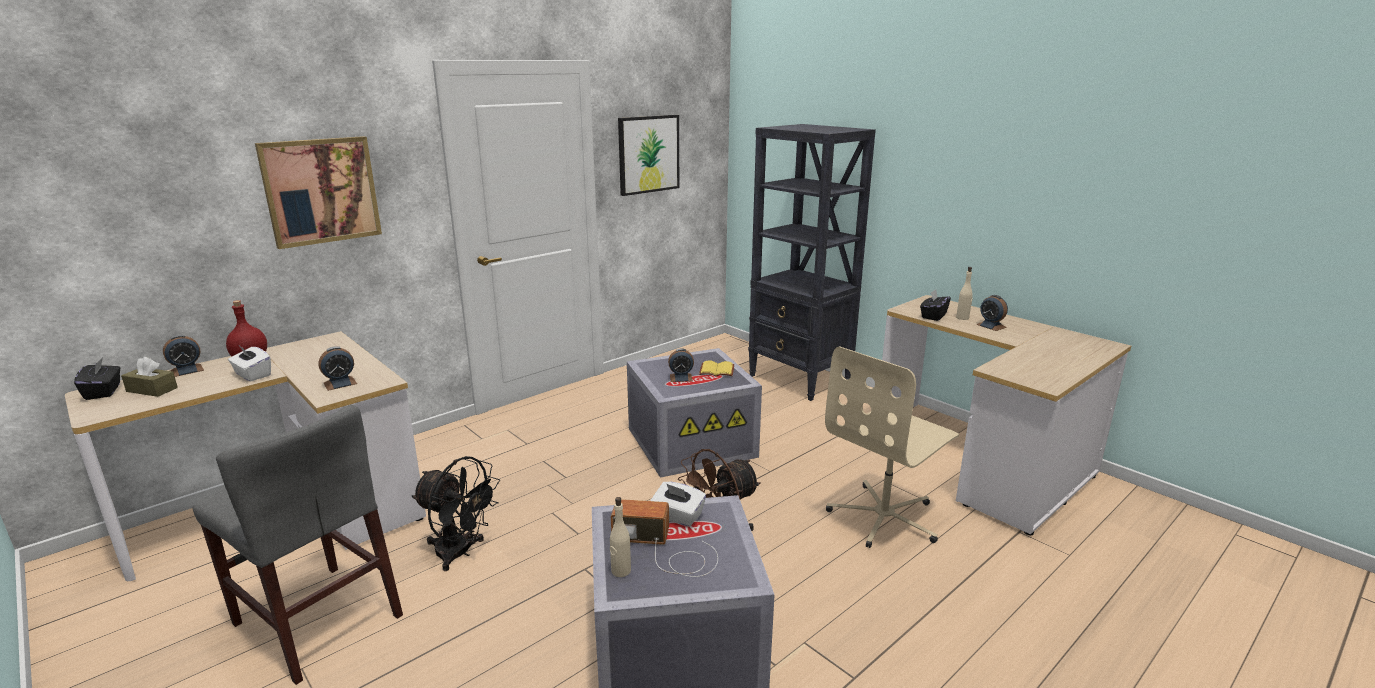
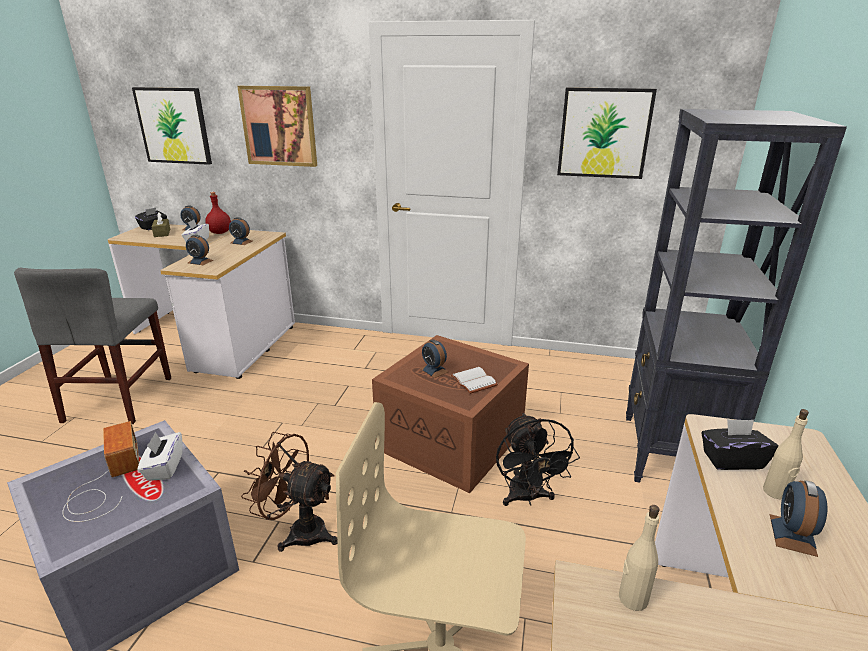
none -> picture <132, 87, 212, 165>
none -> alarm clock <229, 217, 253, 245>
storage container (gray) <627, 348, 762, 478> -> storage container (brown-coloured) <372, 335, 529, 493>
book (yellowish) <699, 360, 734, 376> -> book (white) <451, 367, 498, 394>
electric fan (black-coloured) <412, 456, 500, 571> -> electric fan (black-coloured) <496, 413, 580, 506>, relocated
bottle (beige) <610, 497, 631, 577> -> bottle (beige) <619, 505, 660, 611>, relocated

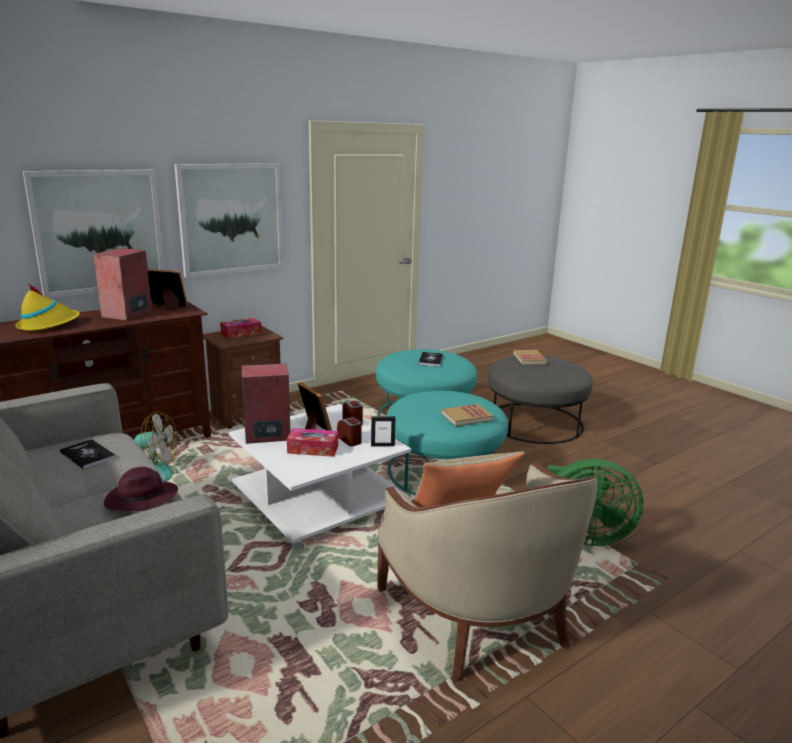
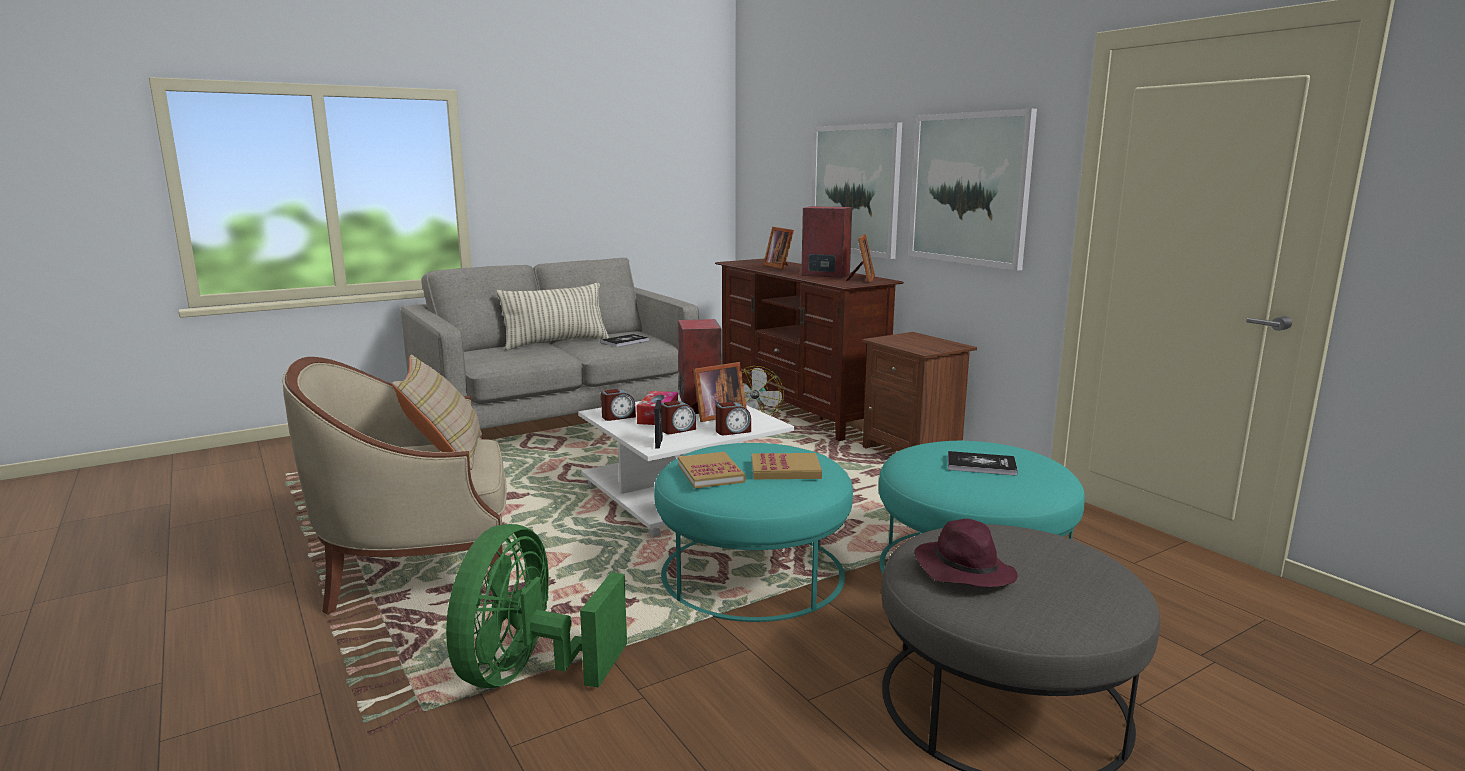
none -> pillow <497, 283, 609, 350>
none -> alarm clock <601, 389, 636, 421>
book <513, 350, 548, 365> -> book <752, 453, 822, 479>, relocated
wearable hat (yellowish) <15, 284, 80, 331> -> photo frame <763, 227, 794, 269>
wearable hat (purplish) <104, 467, 178, 511> -> wearable hat (purplish) <914, 519, 1018, 587>, relocated
box of tissues <220, 318, 262, 339> -> none

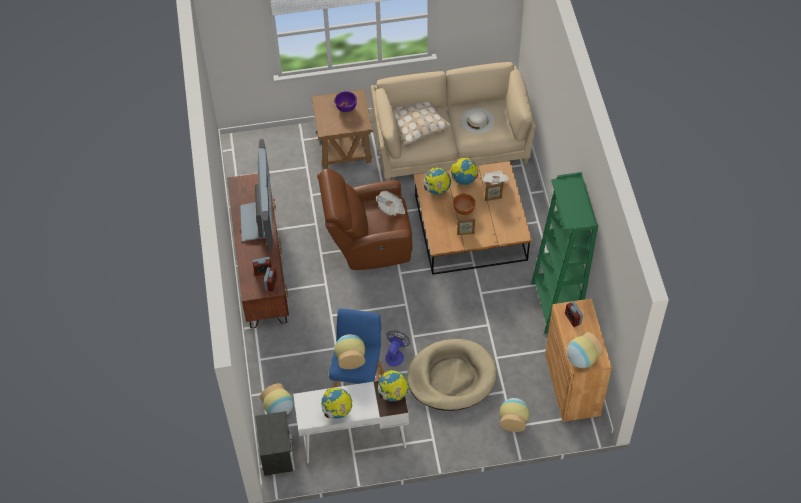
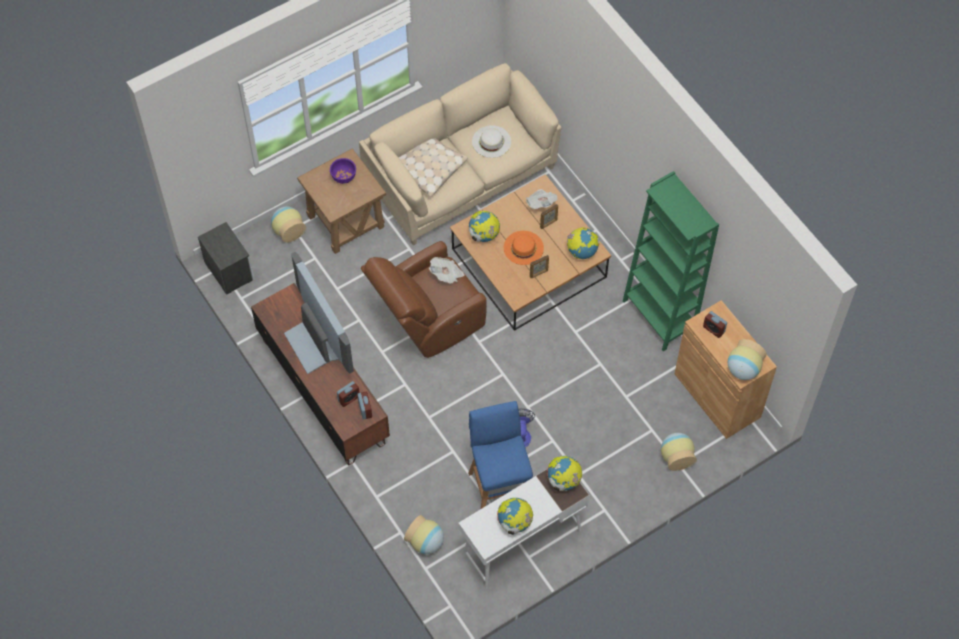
nightstand <255, 411, 295, 476> -> nightstand <198, 222, 254, 295>, relocated
decorative vase <335, 334, 365, 369> -> decorative vase <271, 206, 306, 243>, relocated
serving bowl (brown-coloured) <453, 193, 476, 215> -> wearable hat (orange-coloured) <504, 231, 544, 265>
desk globe <451, 158, 478, 185> -> desk globe <567, 227, 599, 259>, relocated
dog cushion (beige) <407, 339, 497, 411> -> none

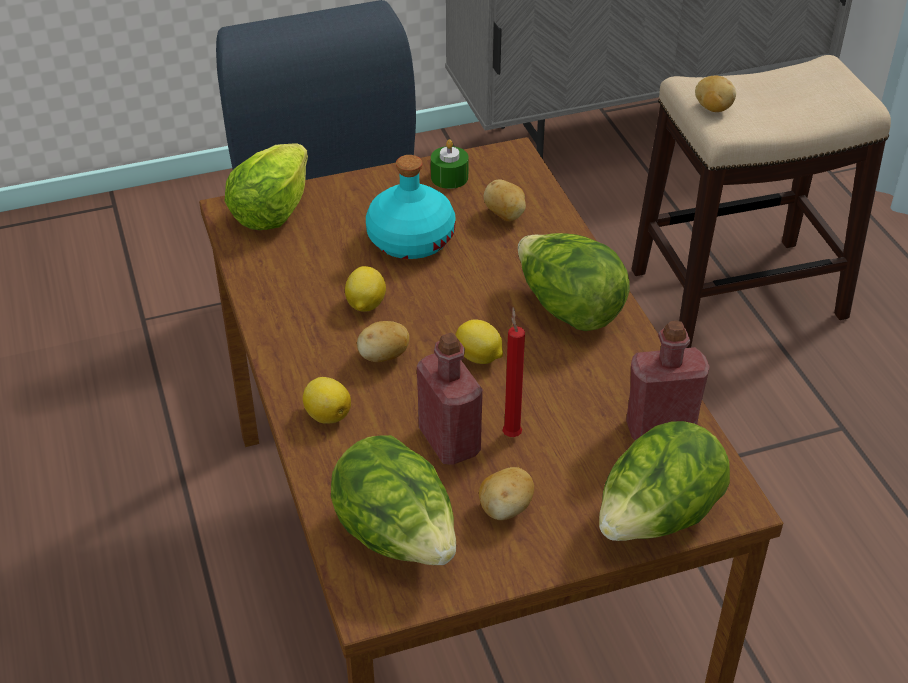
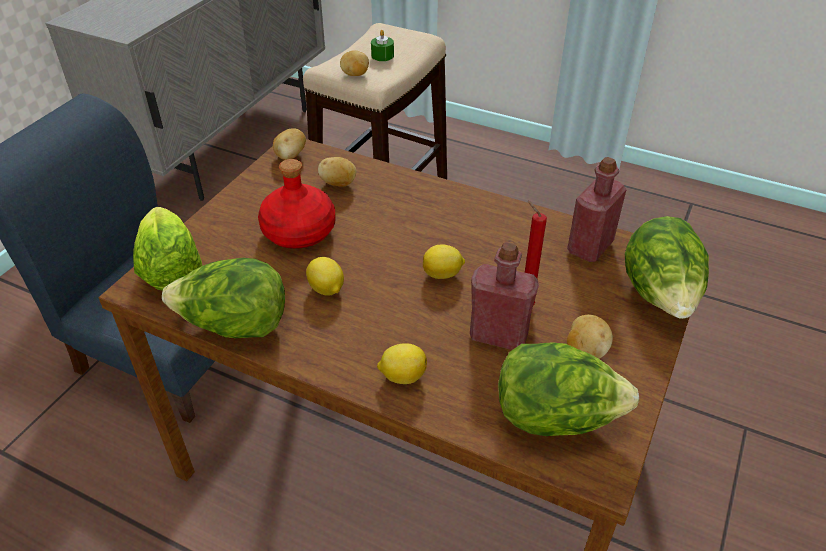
head of lettuce <518, 233, 630, 331> -> head of lettuce <162, 258, 285, 338>, relocated
bottle (turquoise) <366, 155, 456, 259> -> bottle (red-coloured) <258, 159, 336, 249>
whole potato <357, 321, 409, 362> -> whole potato <273, 128, 306, 160>, relocated
candle (greenish) <431, 139, 469, 189> -> candle (greenish) <371, 30, 394, 61>, relocated

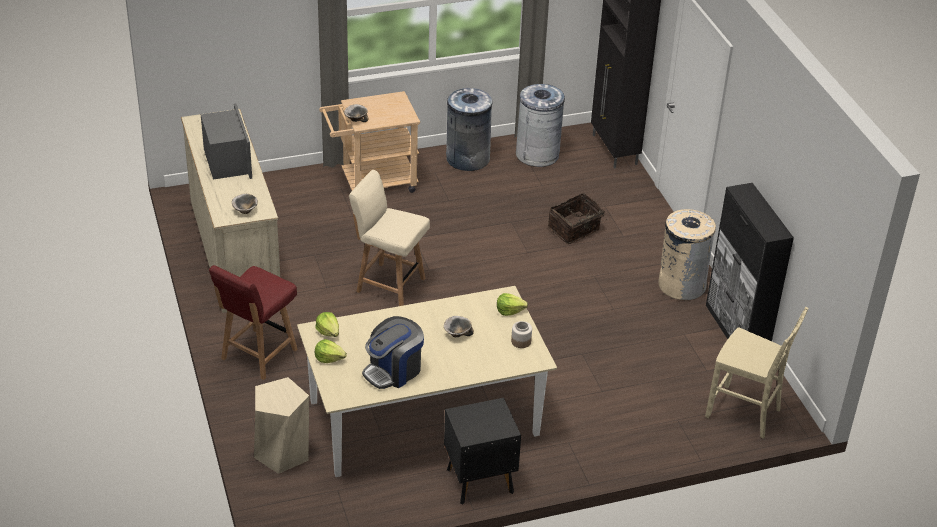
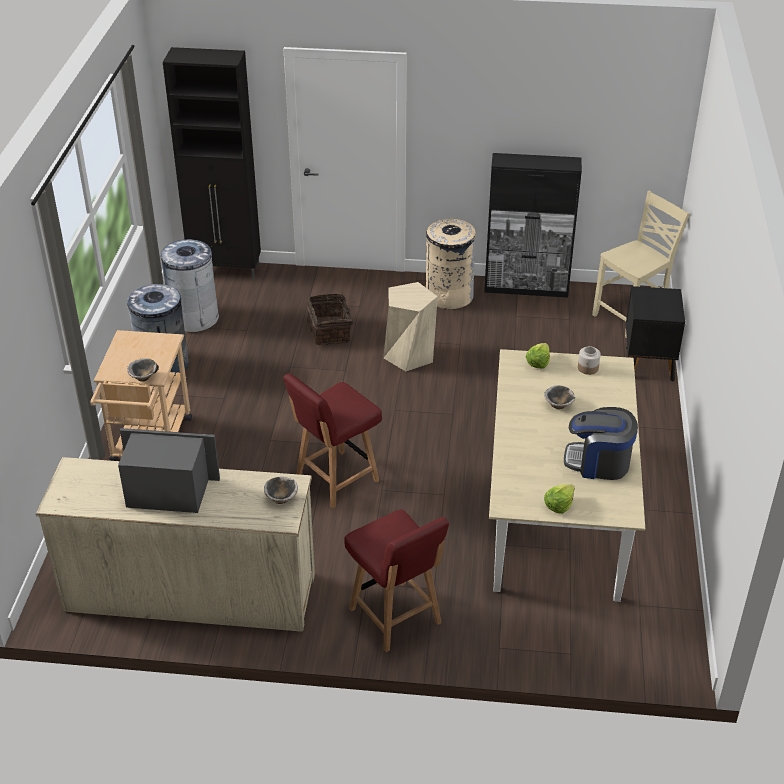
upright chair (beige) <349, 170, 430, 306> -> upright chair (red-coloured) <283, 373, 382, 508>
stool seat (beige) <254, 377, 309, 474> -> stool seat (beige) <383, 282, 438, 371>, relocated
coffee machine <362, 316, 424, 389> -> coffee machine <564, 407, 638, 480>, 120 degrees clockwise
nightstand (black-coloured) <444, 398, 521, 505> -> nightstand (black-coloured) <626, 286, 685, 382>, relocated
head of lettuce <315, 312, 339, 337> -> none

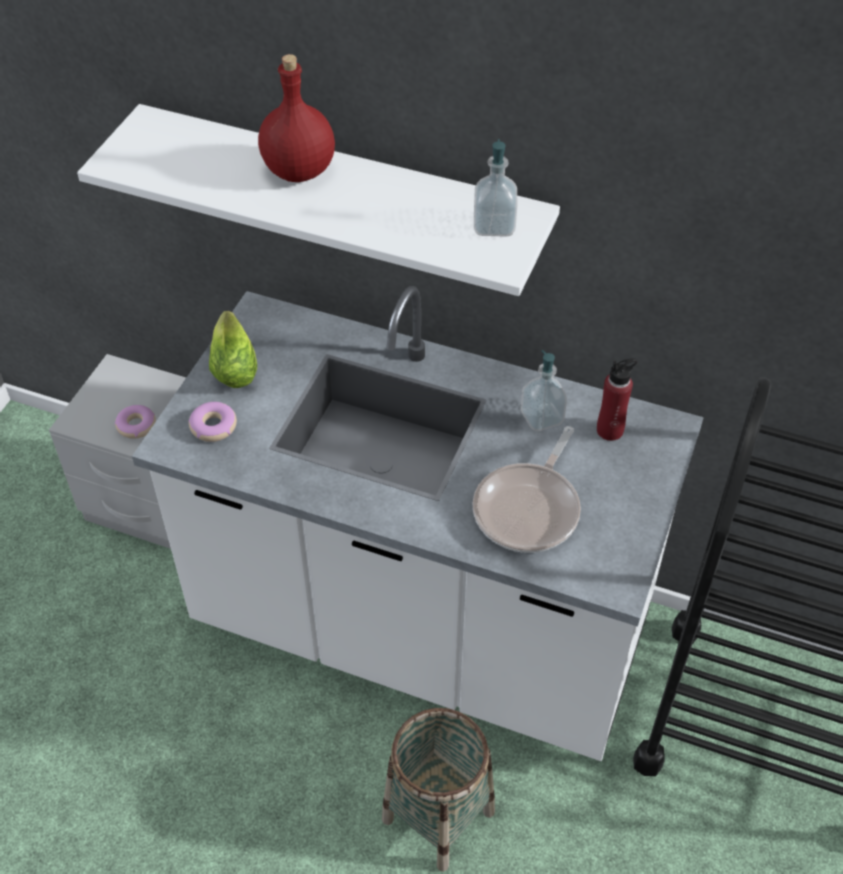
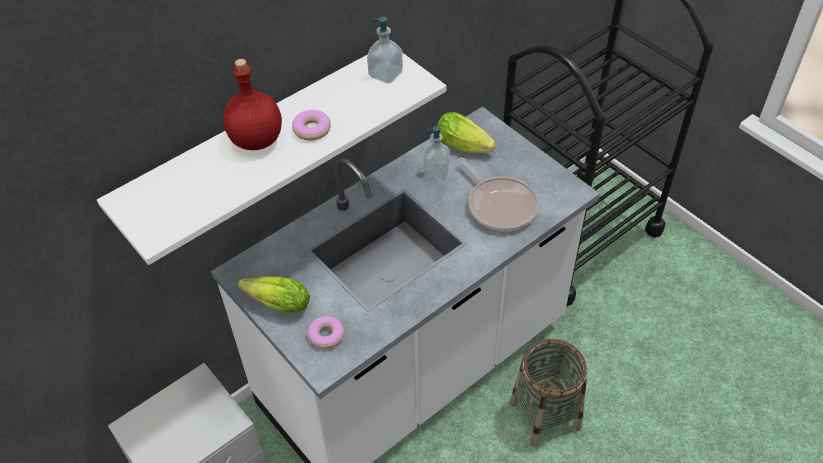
doughnut <115, 405, 156, 439> -> doughnut <292, 110, 331, 141>, relocated
bottle (red-coloured) <597, 358, 637, 441> -> head of lettuce <437, 112, 496, 153>

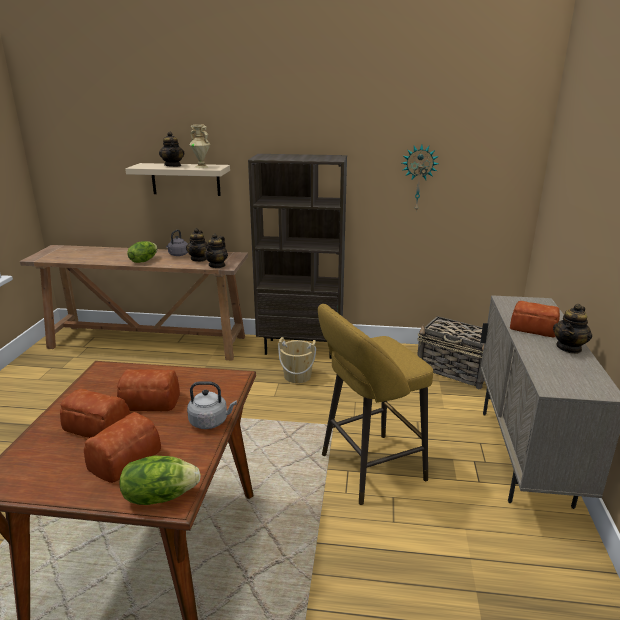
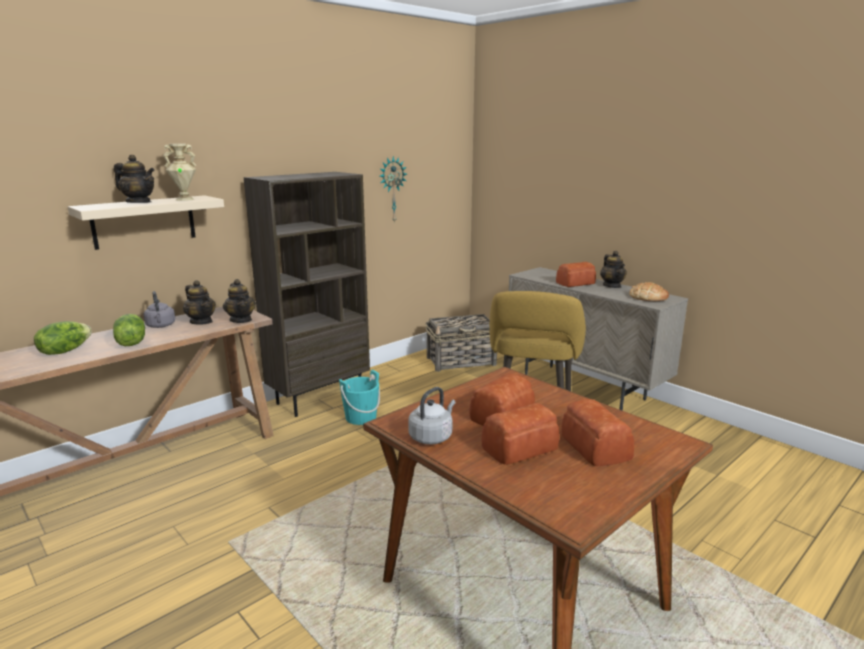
head of lettuce <120, 455, 201, 505> -> head of lettuce <34, 321, 92, 355>, relocated
pail (beige) <278, 337, 316, 383> -> pail (turquoise) <339, 370, 380, 425>
water kettle (gray) <187, 381, 237, 429> -> water kettle (gray) <408, 387, 456, 445>, relocated
none -> bakery bread <629, 282, 669, 301>

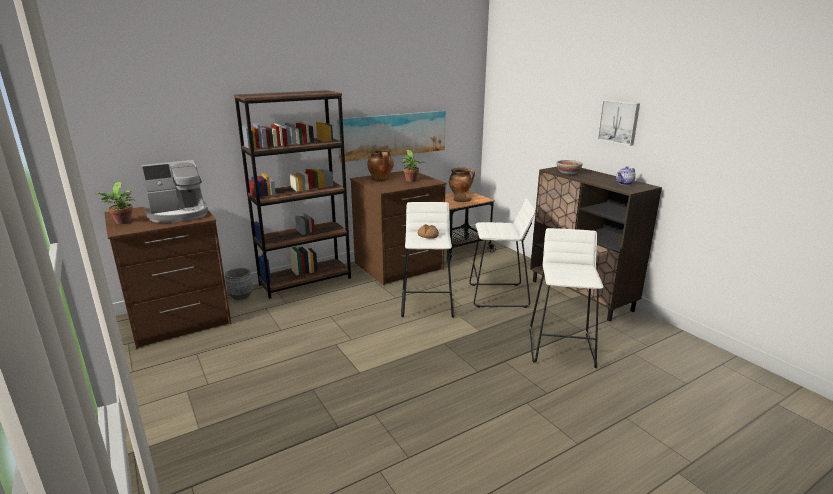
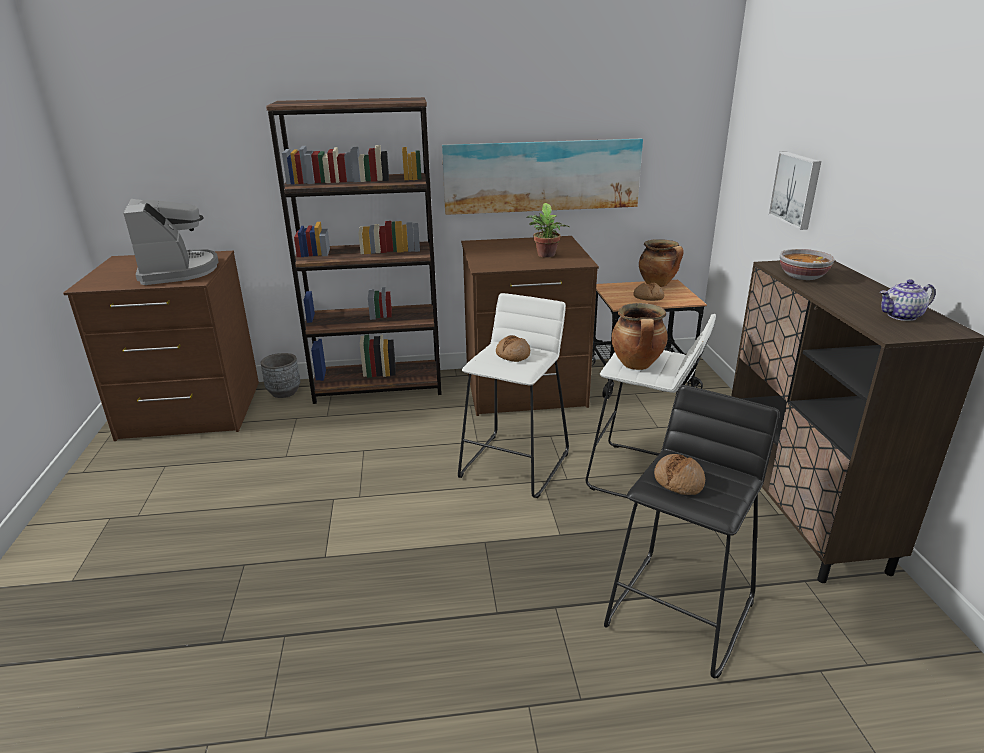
coffee machine <141, 160, 208, 223> -> coffee machine <123, 199, 219, 285>, 105 degrees counterclockwise
stool seat (white) <529, 228, 604, 368> -> stool seat (black-coloured) <604, 385, 780, 679>
cooking pot <367, 149, 394, 180> -> cooking pot <611, 303, 668, 370>, relocated
none -> bakery bread <654, 454, 705, 495>
picture <597, 100, 640, 146> -> picture <768, 151, 821, 230>, relocated
potted plant <95, 182, 135, 224> -> none

